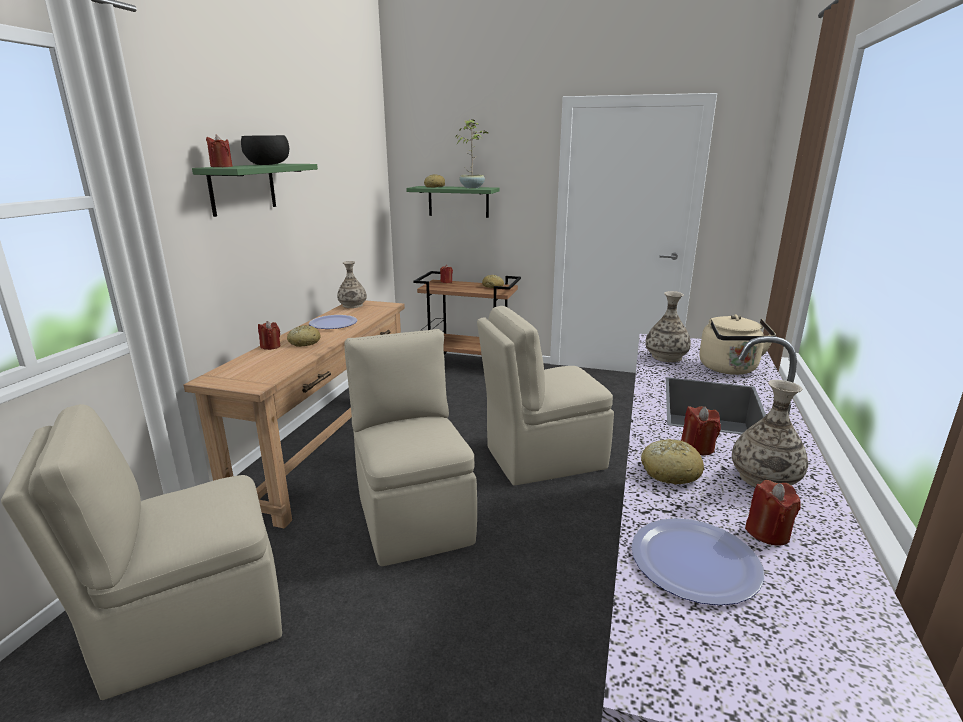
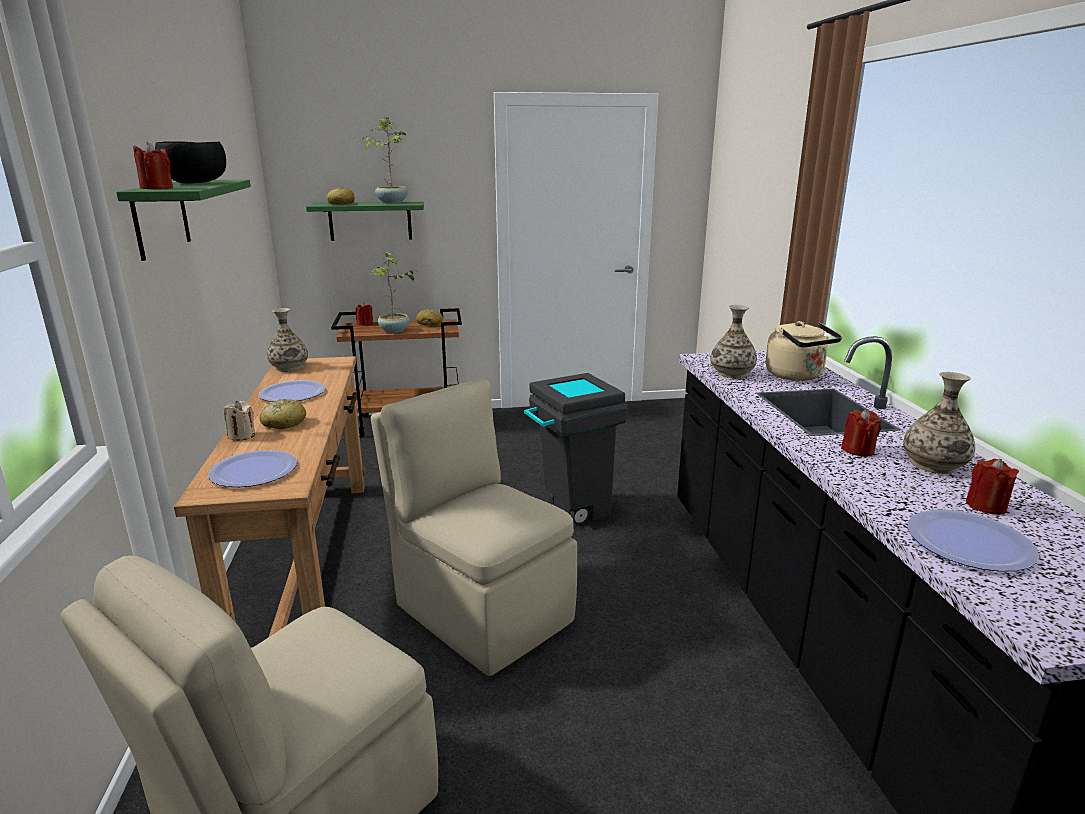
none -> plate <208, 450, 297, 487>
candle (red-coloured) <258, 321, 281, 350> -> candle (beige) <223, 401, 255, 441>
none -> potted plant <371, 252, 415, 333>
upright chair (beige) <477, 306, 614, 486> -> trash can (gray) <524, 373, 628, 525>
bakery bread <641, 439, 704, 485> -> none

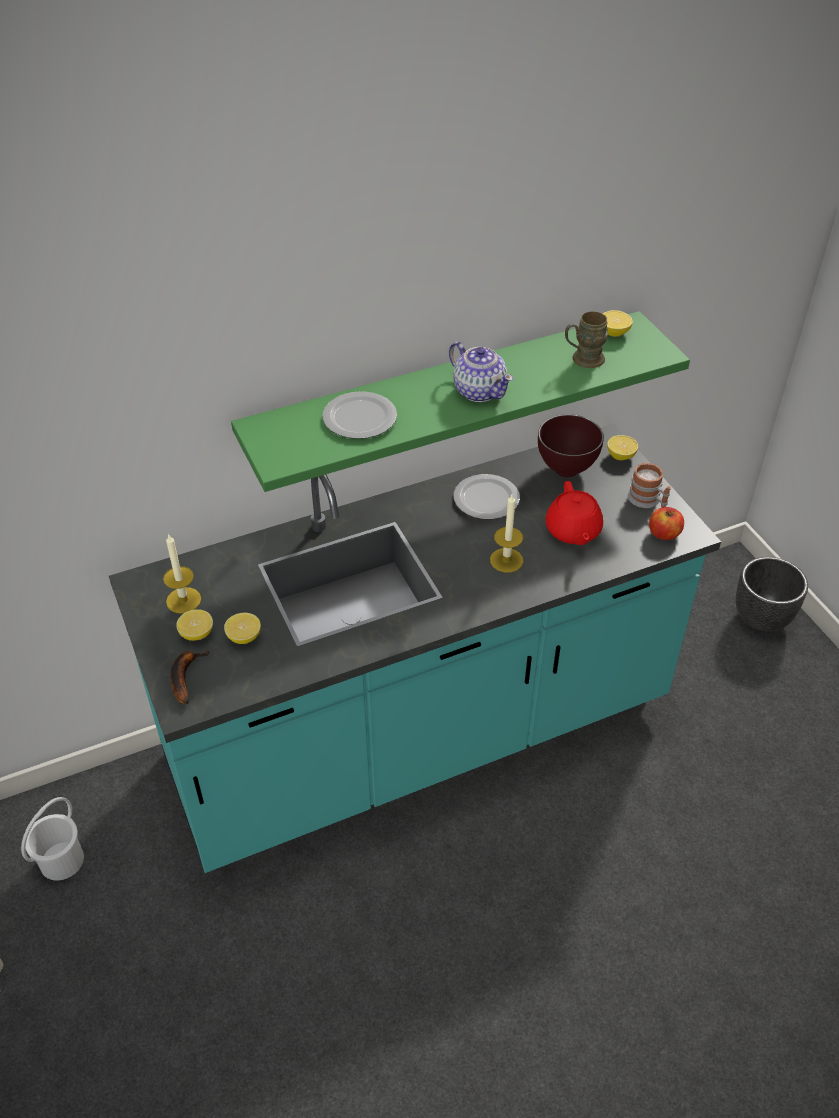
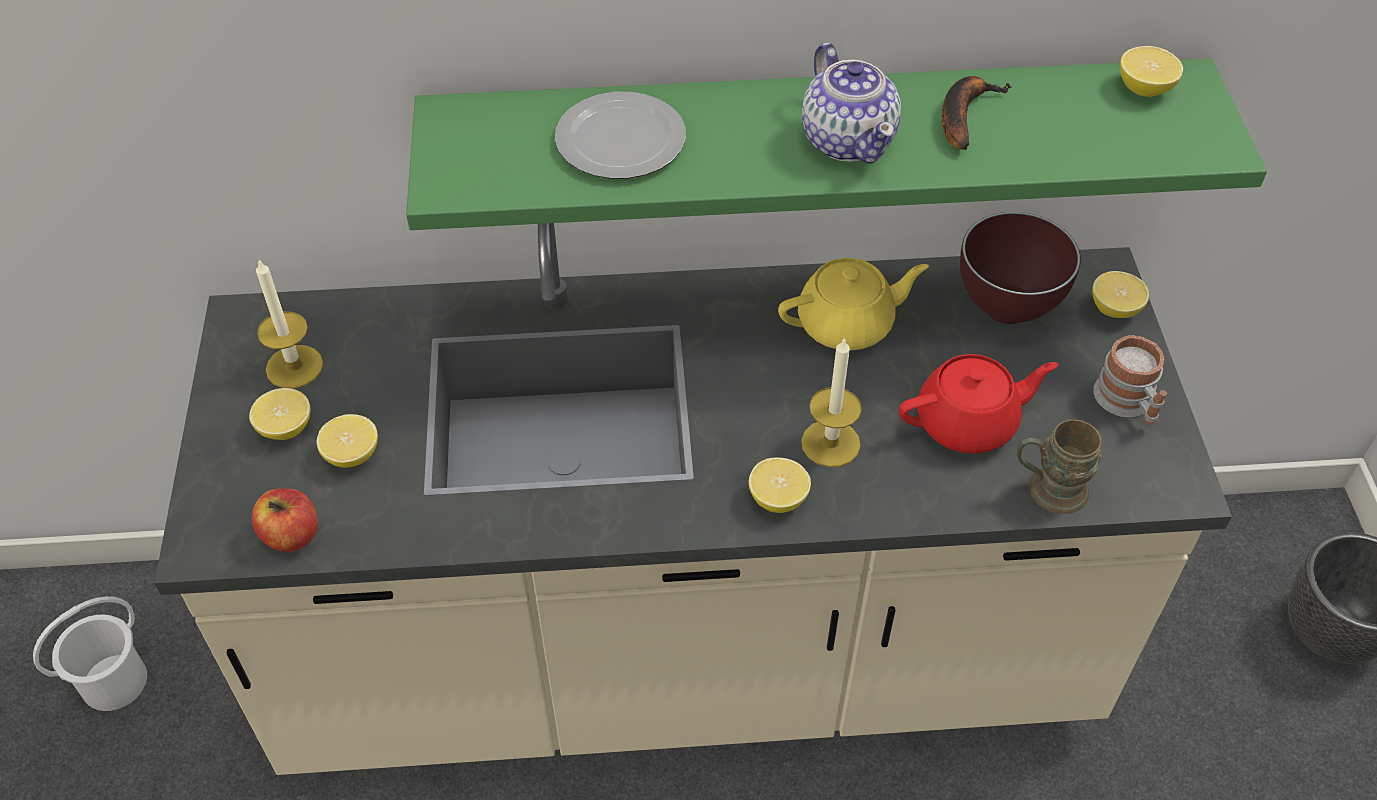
kitchen counter (turquoise) <109, 423, 721, 873> -> kitchen counter (beige) <154, 223, 1232, 775>
whole apple <649, 507, 684, 540> -> whole apple <252, 488, 318, 552>, relocated
none -> whole lemon <749, 457, 811, 513>
plate <454, 474, 520, 519> -> pot for tea (yellowish) <778, 258, 929, 351>
pot for tea (red-coloured) <545, 481, 603, 545> -> pot for tea (red-coloured) <899, 354, 1058, 454>, 120 degrees counterclockwise
banana fruit <171, 650, 210, 704> -> banana fruit <942, 76, 1012, 150>, relocated
coffee mug (brown-coloured) <565, 311, 609, 368> -> coffee mug (brown-coloured) <1017, 419, 1102, 514>, relocated

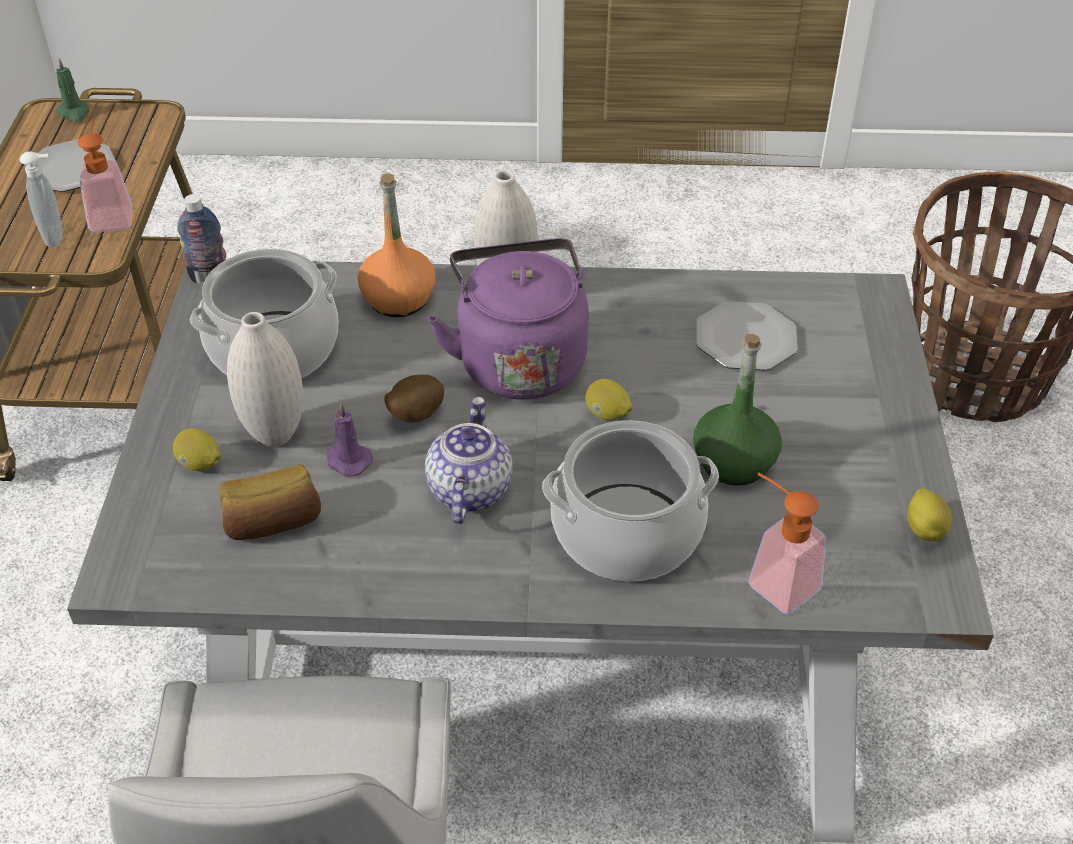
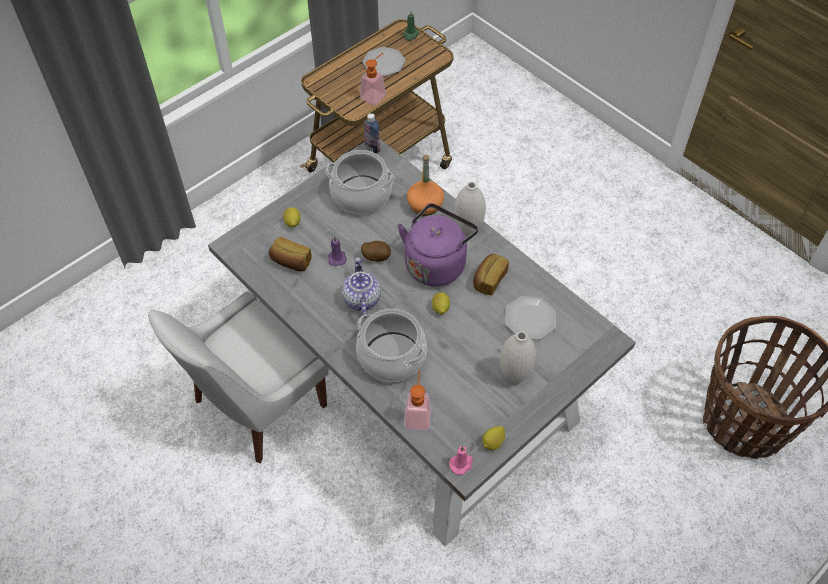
pot for tea <425, 397, 513, 524> -> pot for tea <342, 258, 381, 318>, 60 degrees counterclockwise
none -> candle (pink) <449, 446, 473, 475>
none -> bakery bread <473, 254, 509, 295>
decorative vase (white) <227, 312, 303, 447> -> decorative vase (white) <500, 331, 536, 383>, relocated
liquid soap bottle <20, 151, 63, 247> -> none
bottle (greenish) <693, 334, 782, 486> -> none

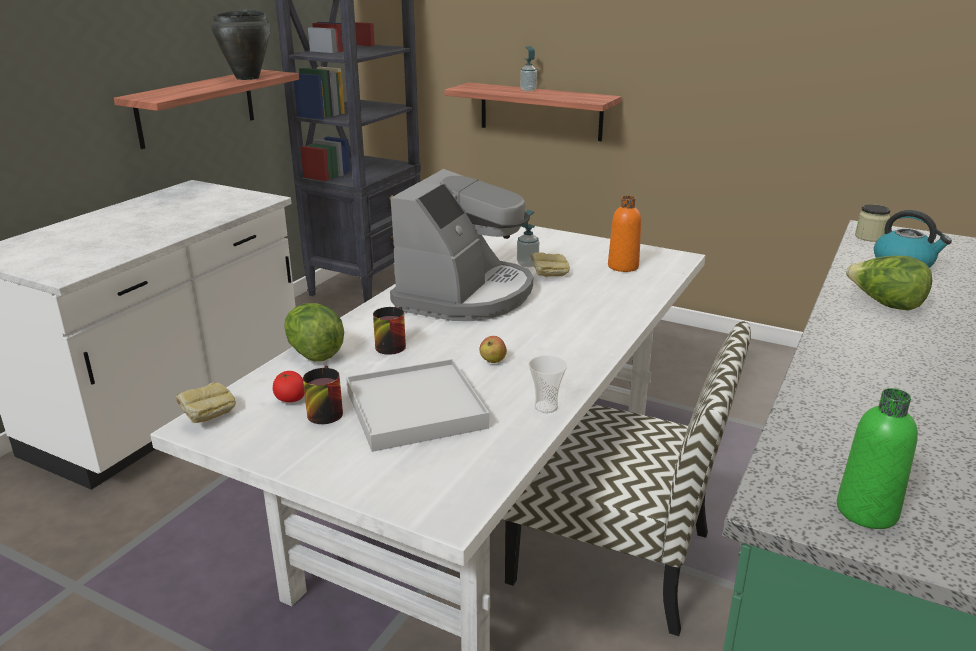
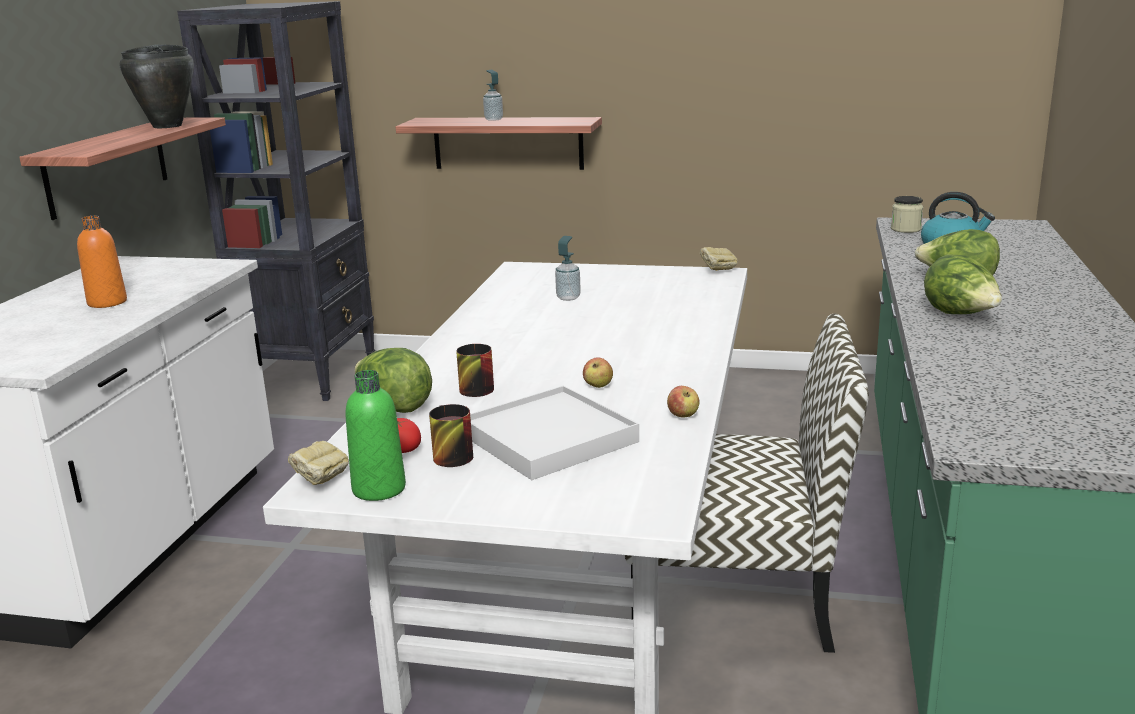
bottle (orange-coloured) <608, 196, 641, 272> -> bottle (orange-coloured) <77, 216, 127, 308>, relocated
bottle (greenish) <837, 388, 918, 529> -> bottle (greenish) <346, 370, 406, 501>, relocated
drinking cup <528, 356, 567, 413> -> whole apple <667, 386, 700, 417>
bakery bread <530, 253, 570, 277> -> bakery bread <700, 247, 738, 271>, relocated
none -> head of lettuce <924, 254, 1002, 314>
coffee machine <390, 169, 533, 321> -> none

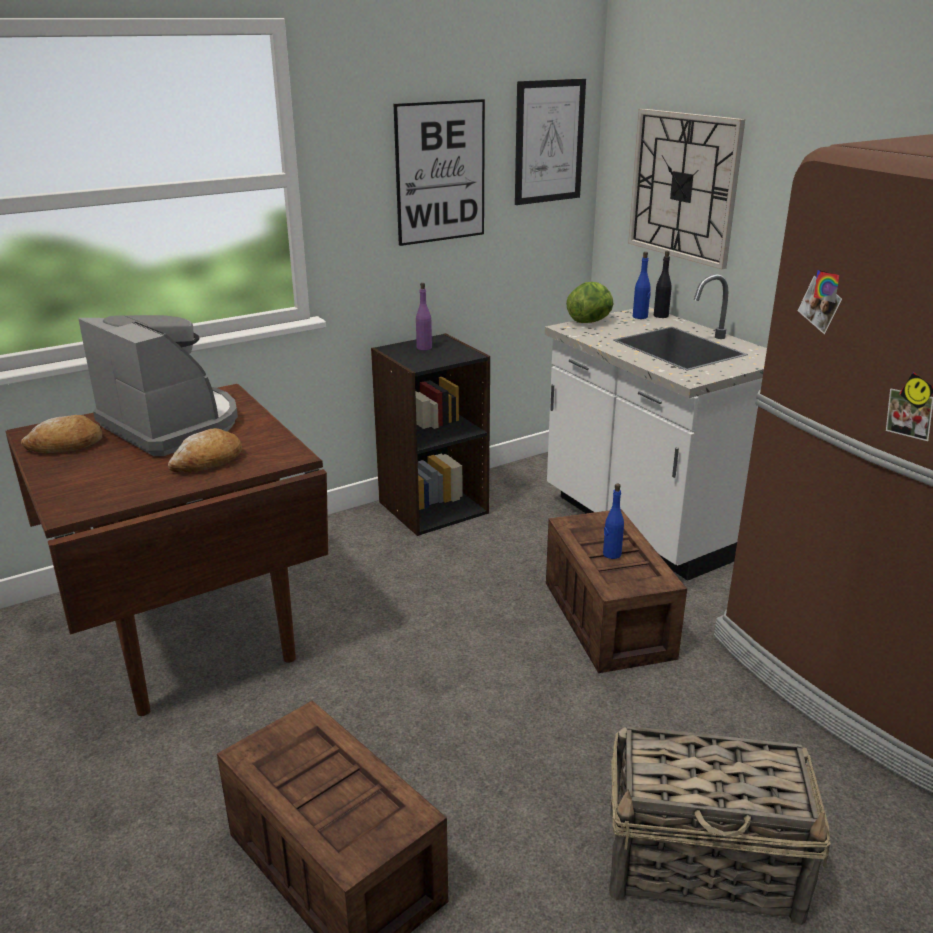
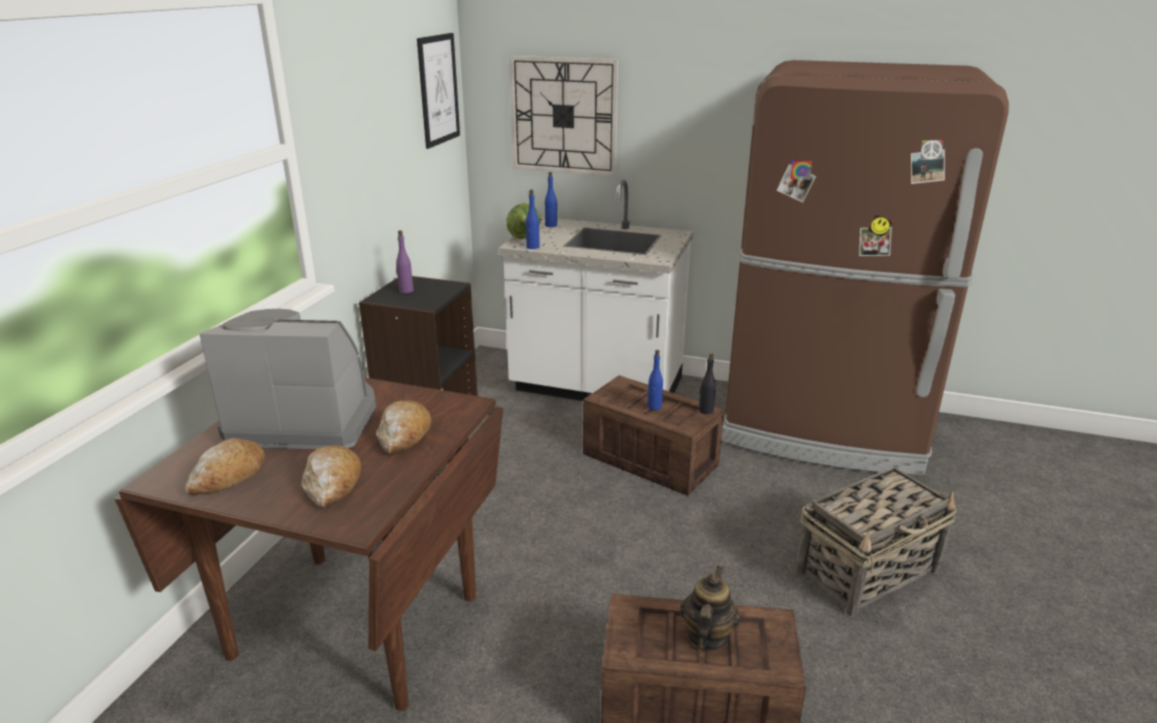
none -> bakery bread <302, 445, 361, 508>
none -> bottle (blue) <526, 190, 540, 249>
none -> pot for tea <680, 566, 740, 650>
bottle (black-coloured) <654, 251, 672, 318> -> bottle (black-coloured) <699, 353, 716, 414>, relocated
picture <394, 99, 485, 246> -> none

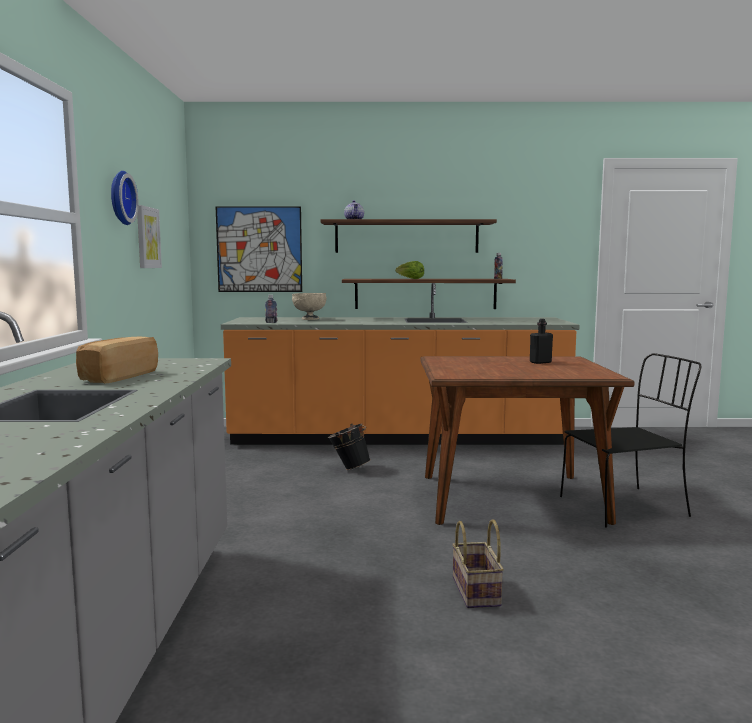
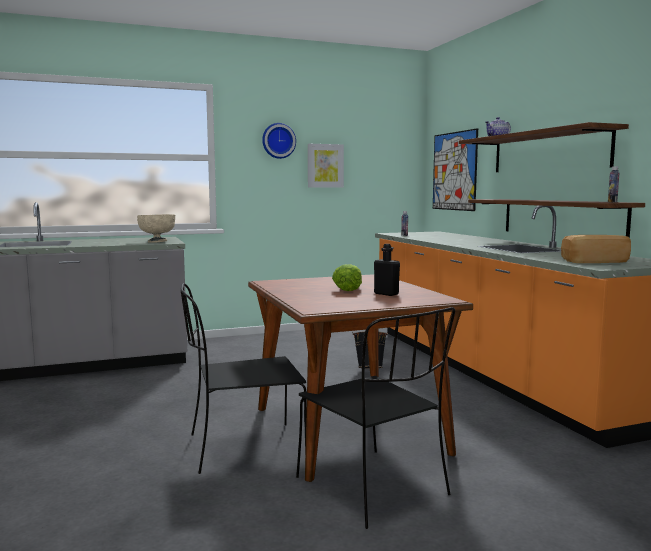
serving bowl (beige) <292, 293, 326, 320> -> serving bowl (beige) <137, 214, 175, 243>, relocated
none -> upright chair (black-coloured) <181, 283, 307, 474>
head of lettuce <395, 261, 424, 279> -> head of lettuce <332, 264, 362, 291>, relocated
bakery bread <76, 337, 158, 383> -> bakery bread <561, 235, 631, 263>, relocated
household basket <452, 519, 504, 608> -> none

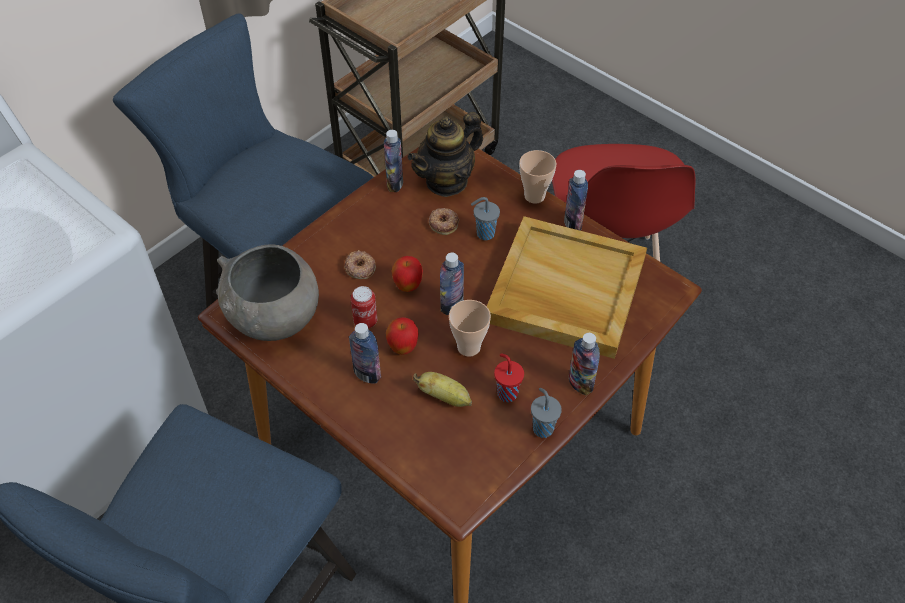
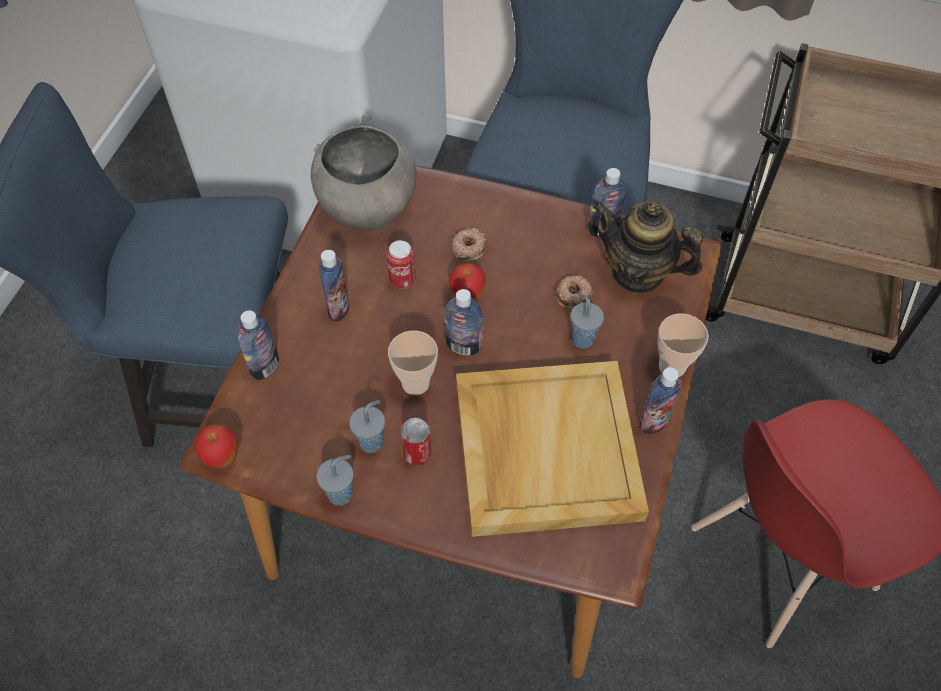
whole apple <386, 317, 418, 355> -> whole apple <195, 425, 238, 469>, relocated
bottle <569, 333, 600, 395> -> bottle <238, 310, 279, 380>, relocated
drinking cup (red-coloured) <494, 353, 524, 402> -> drinking cup (gray) <349, 400, 385, 453>
none -> sealed can <401, 418, 431, 466>
banana fruit <413, 372, 472, 407> -> none

